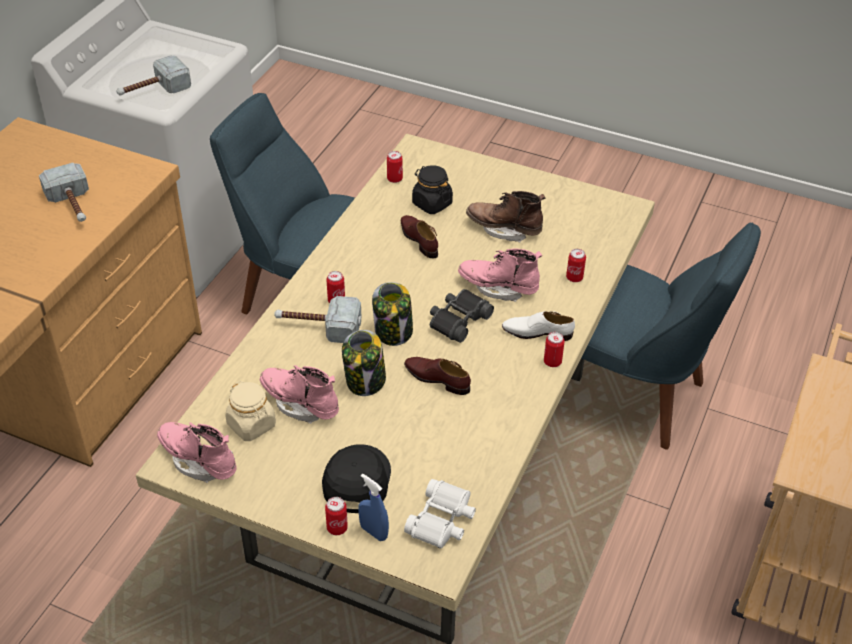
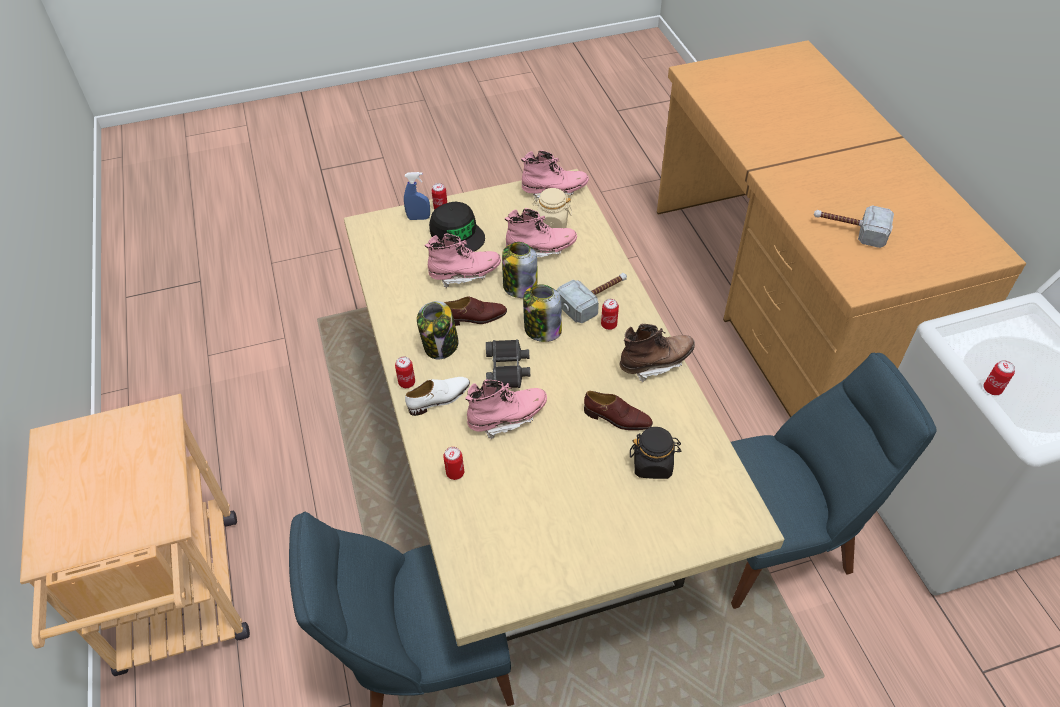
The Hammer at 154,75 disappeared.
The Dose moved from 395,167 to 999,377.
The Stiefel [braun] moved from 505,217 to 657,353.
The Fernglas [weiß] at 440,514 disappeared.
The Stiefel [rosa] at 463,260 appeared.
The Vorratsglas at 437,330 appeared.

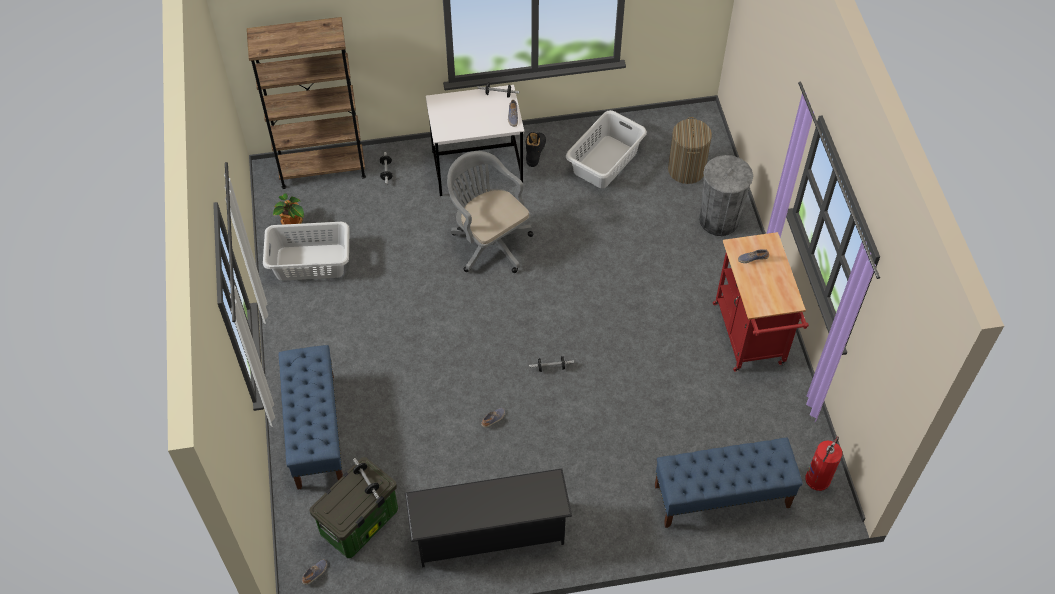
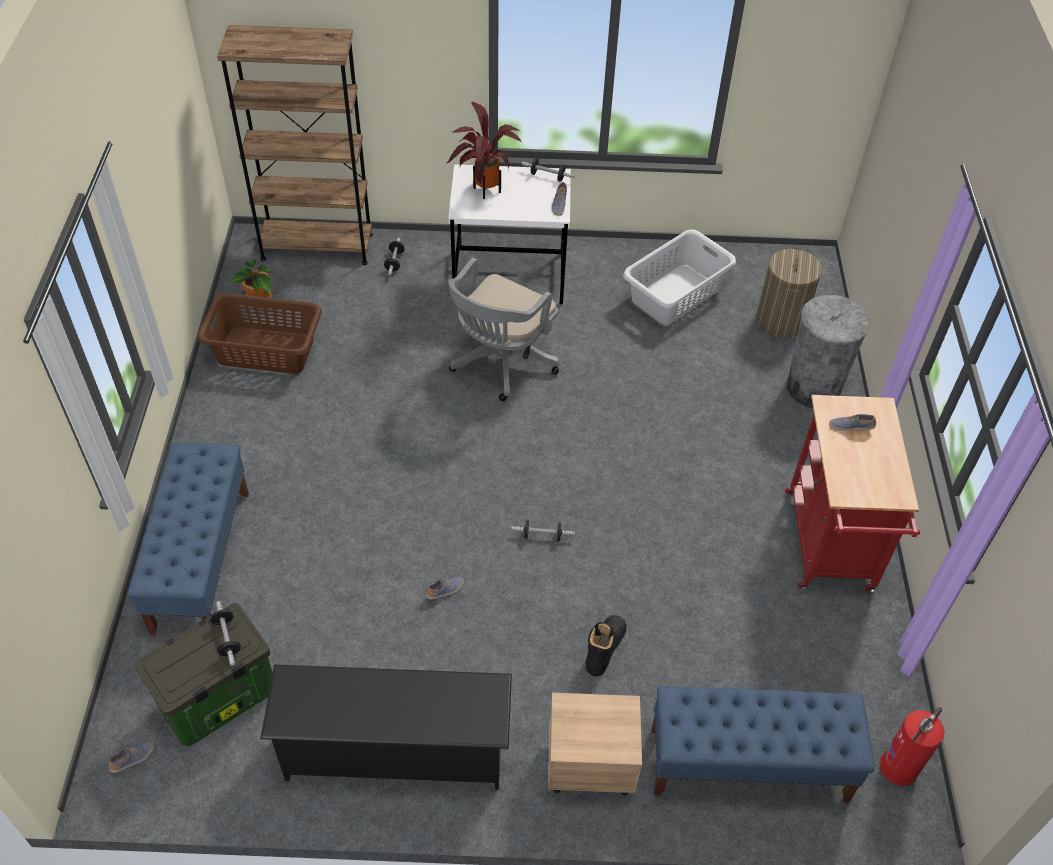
The Stiefel [schwarz] moved from 536,149 to 605,646.
The Bürostuhl [grau] at 490,212 turned 120 degrees counterclockwise.
The Wäschekorb [grau] at 306,251 became the Wäschekorb [braun] at 260,333.
The Topfpflanze at 484,150 appeared.
The Nachttisch [beige] at 595,744 appeared.

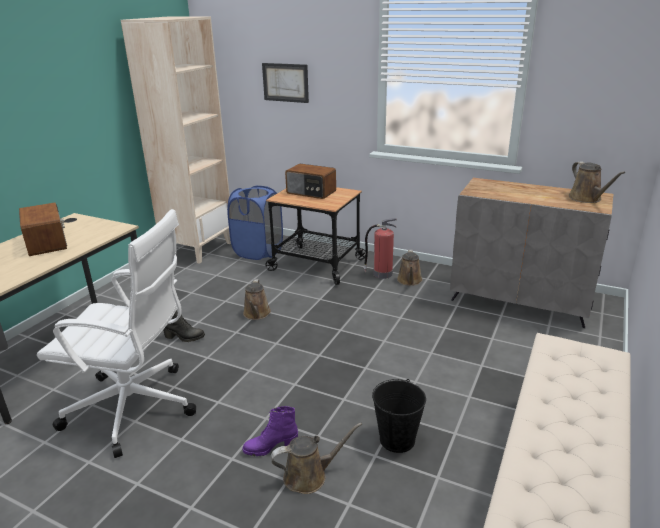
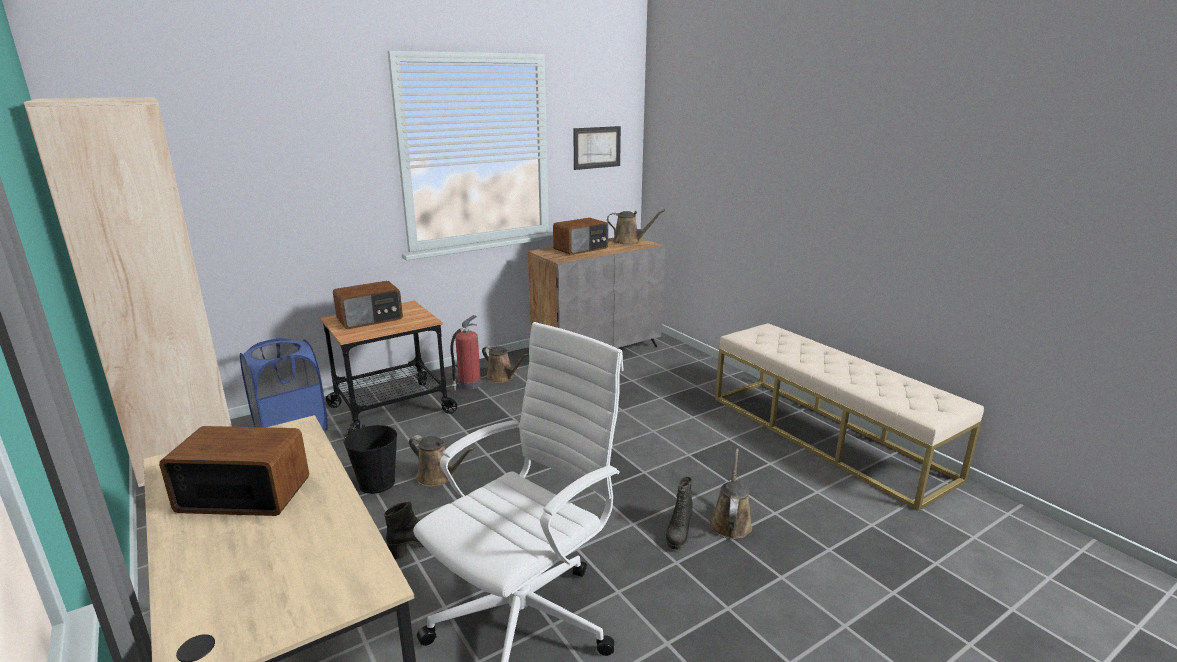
The Bild moved from 285,83 to 597,148.
The Eimer [schwarz] moved from 399,416 to 370,459.
The Stiefel [lila] at 270,431 became the Stiefel [schwarz] at 679,513.
The Radio at 580,236 appeared.

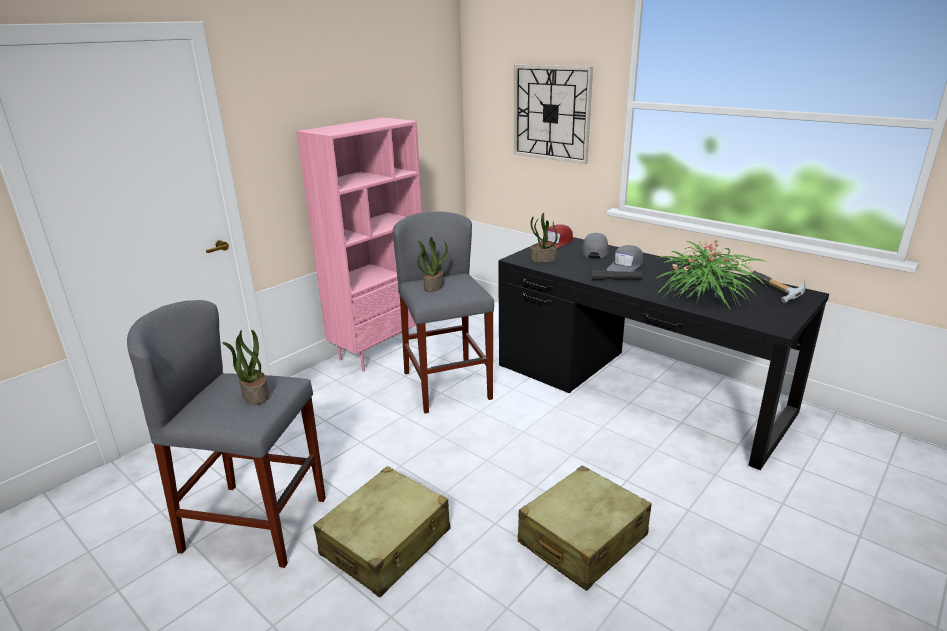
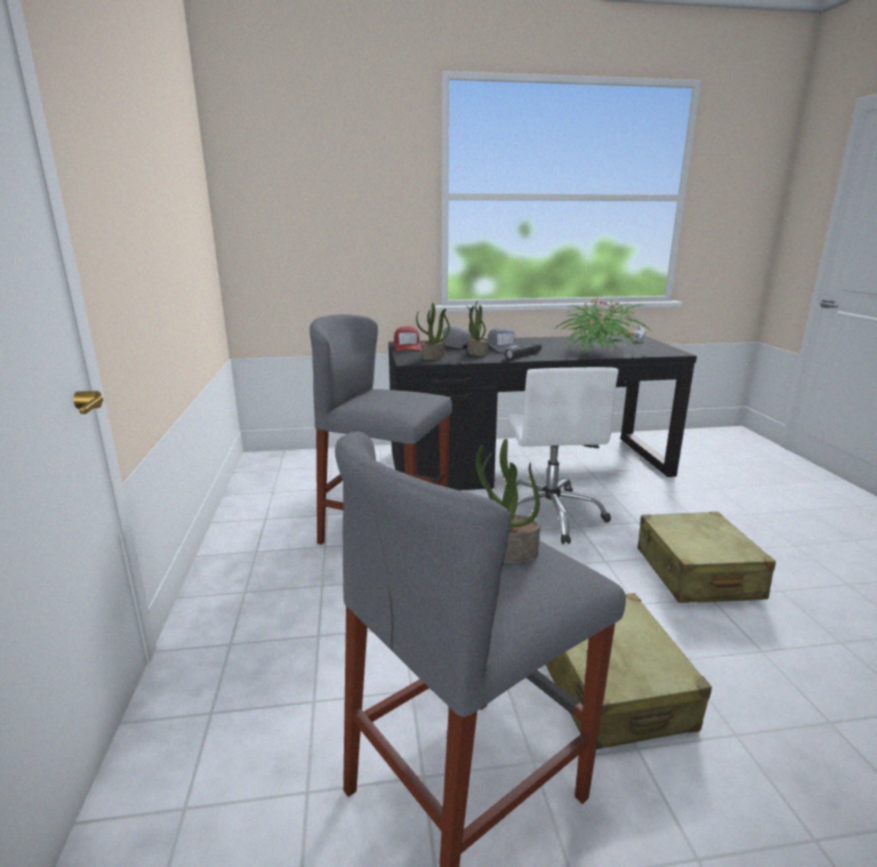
The Wanduhr at 553,114 disappeared.
The Bücherregal [rosa] at 359,244 disappeared.
The Topfpflanze moved from 432,264 to 478,328.
The Bürostuhl [weiß] at 563,455 appeared.

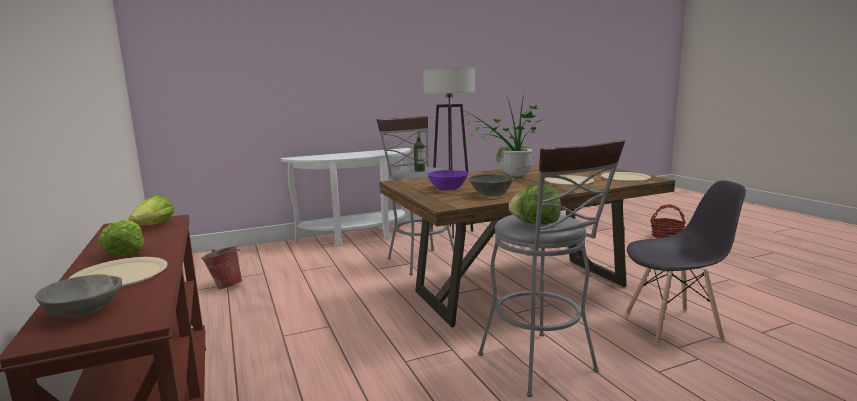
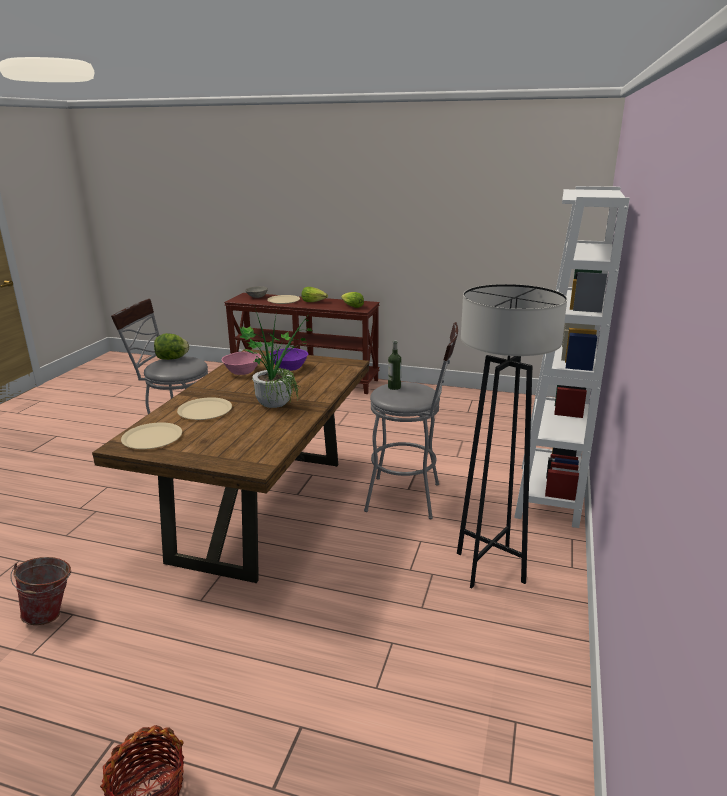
The Konsolentisch [weiß] at 346,197 was replaced by the Bücherregal [weiß] at 572,357.
The Schüssel [grau] at 491,185 became the Schüssel [rosa] at 241,363.
The Stuhl [grau] at 685,262 disappeared.
The Eimer moved from 222,267 to 40,591.

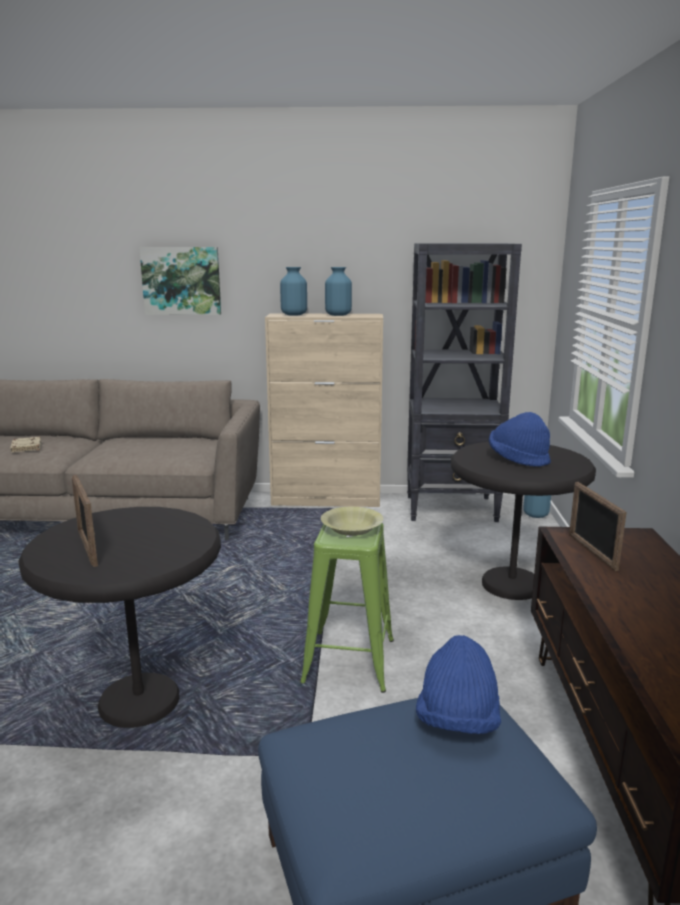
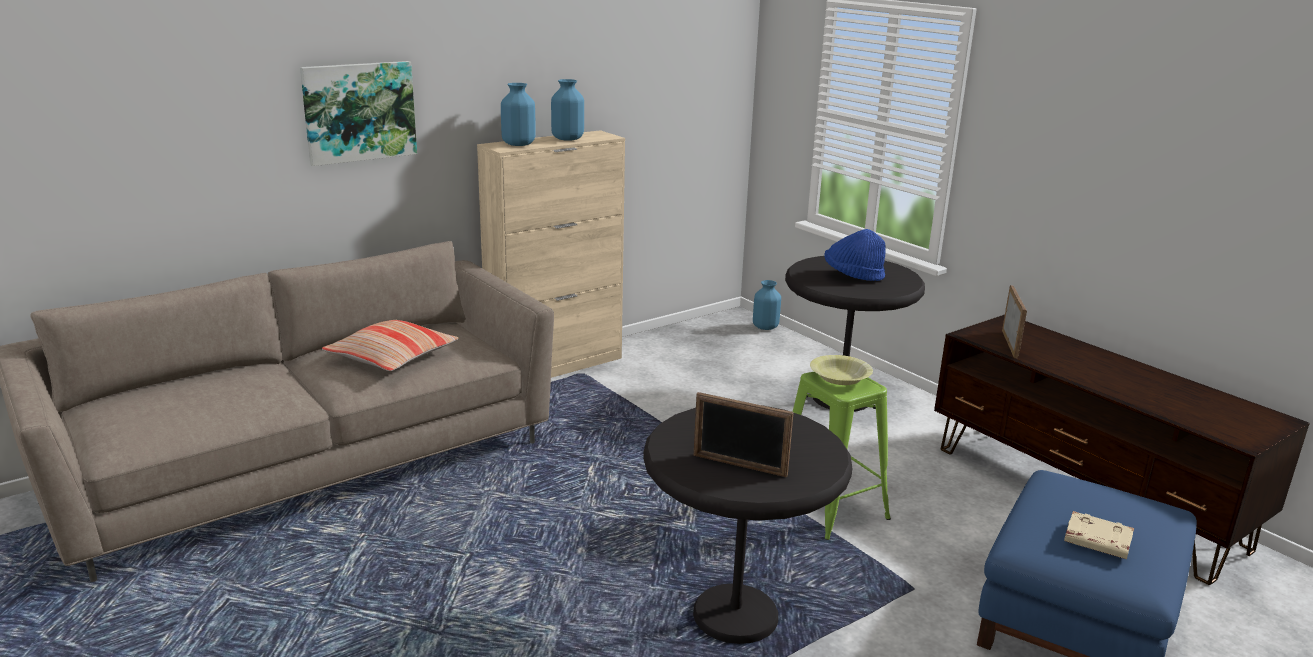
The Bücherregal [schwarz] at 464,382 disappeared.
The Buch [beige] moved from 25,445 to 1099,535.
The Bilderrahmen at 598,526 turned 120 degrees counterclockwise.
The Hut [blau] at 458,684 disappeared.
The Kissen at 390,345 appeared.

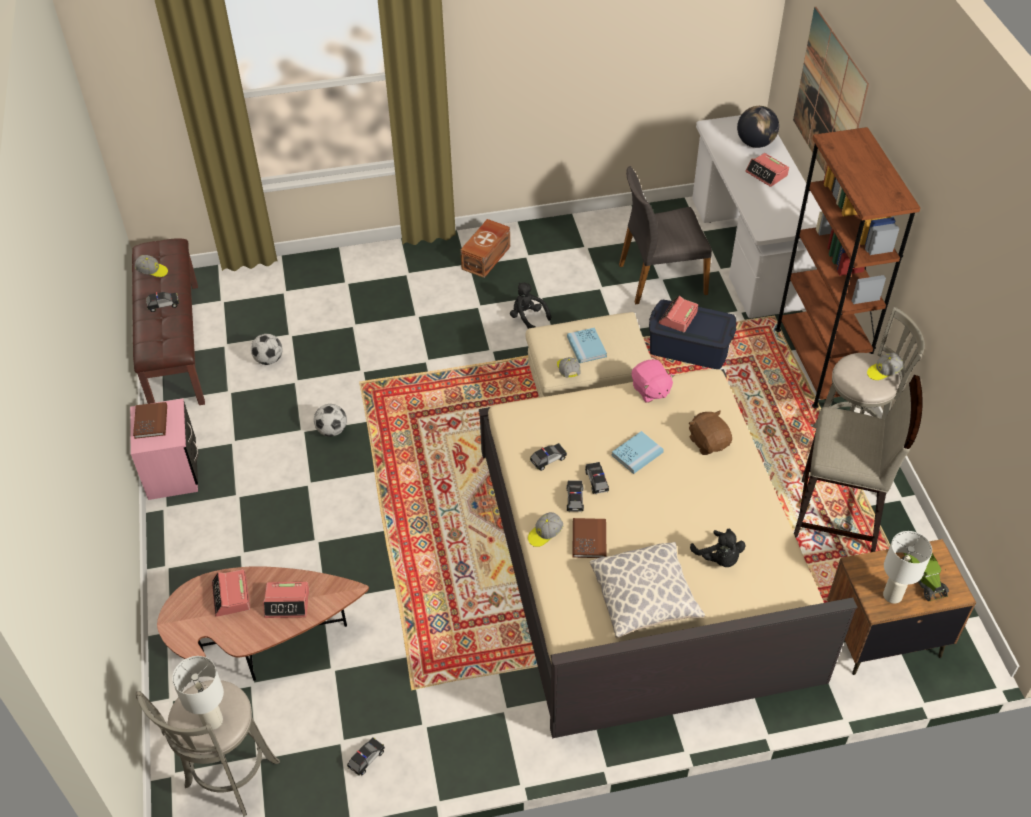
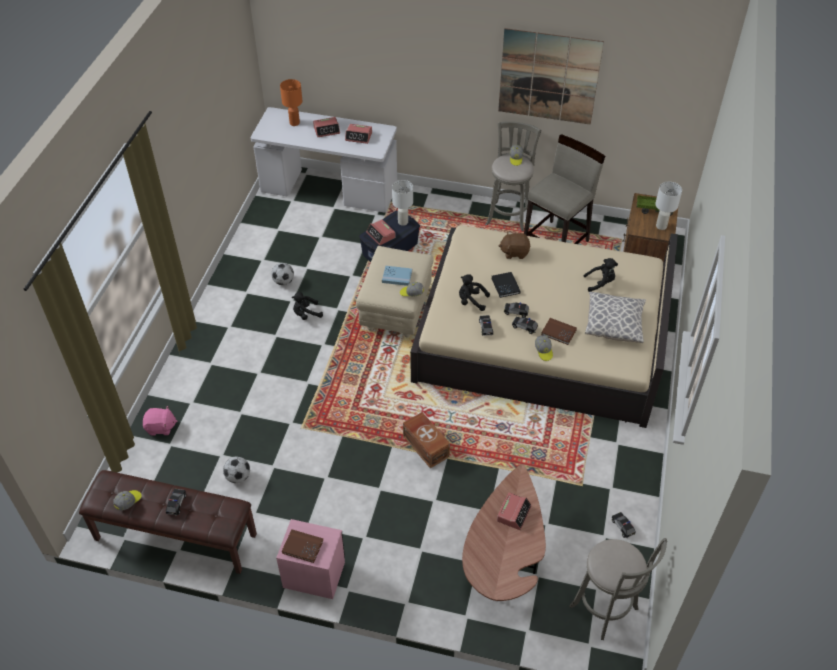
The Bild moved from 831,90 to 551,76.
The Globus at 758,127 was replaced by the Tischlampe [orange] at 291,102.
The Bücherregal [braun] at 847,267 disappeared.
The Stuhl [grau] at 665,235 disappeared.
The Aufbewahrungsbox [braun] moved from 485,248 to 426,440.
The Plüschtier [rosa] moved from 653,381 to 160,421.
The Fußball moved from 330,420 to 282,274.
The Buch [blau] at 638,452 became the Buch [schwarz] at 506,285.
The Wecker moved from 231,593 to 358,134.
The Tischlampe [weiß] moved from 198,693 to 402,203.
The Plüschtier [schwarz] at 474,292 appeared.

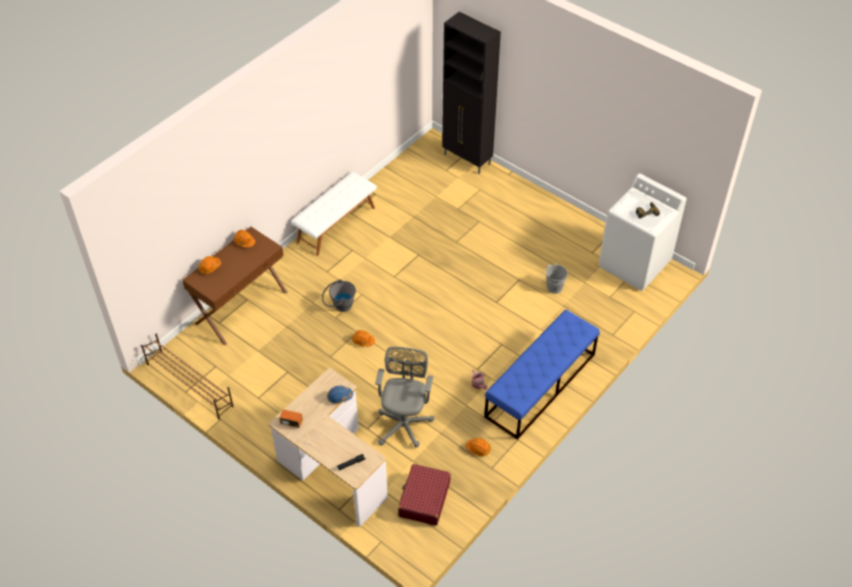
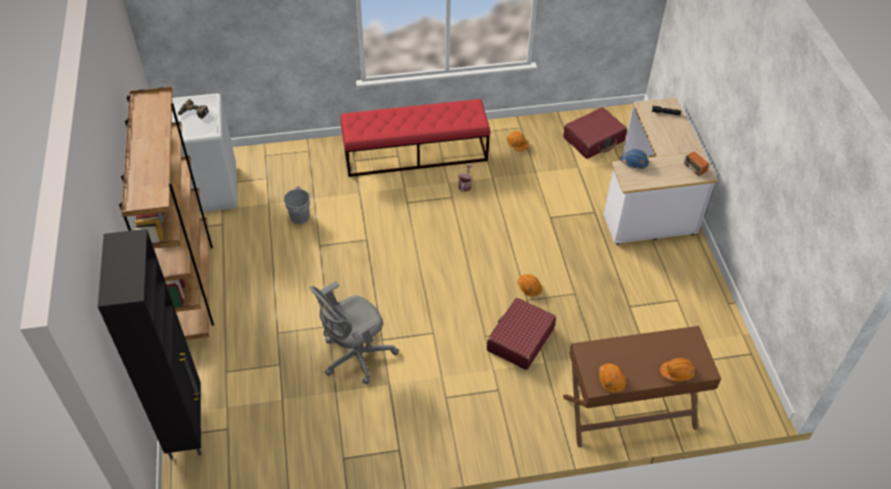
The Bank [weiß] at 334,214 disappeared.
The Eimer [grau] at 339,295 was replaced by the Koffer [rot] at 521,334.
The Bank [blau] at 542,375 became the Bank [rot] at 415,138.
The Schuhregal [braun] at 187,376 disappeared.
The Bürostuhl [grau] moved from 404,397 to 354,333.
The Bücherregal [braun] at 166,213 appeared.

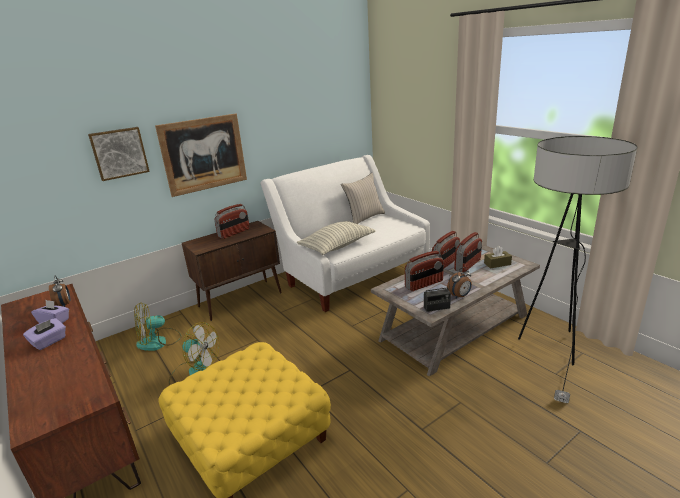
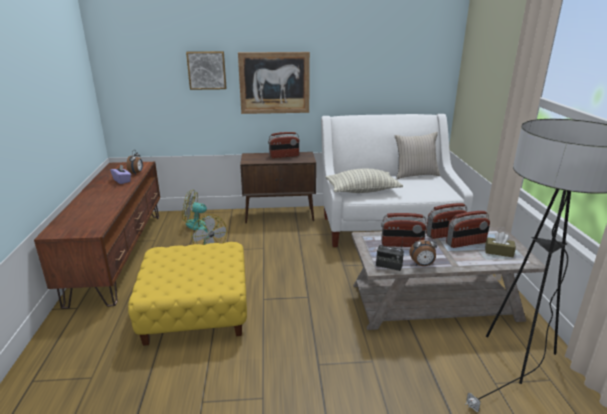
The Taschentuchbox [lila] at 44,334 disappeared.

